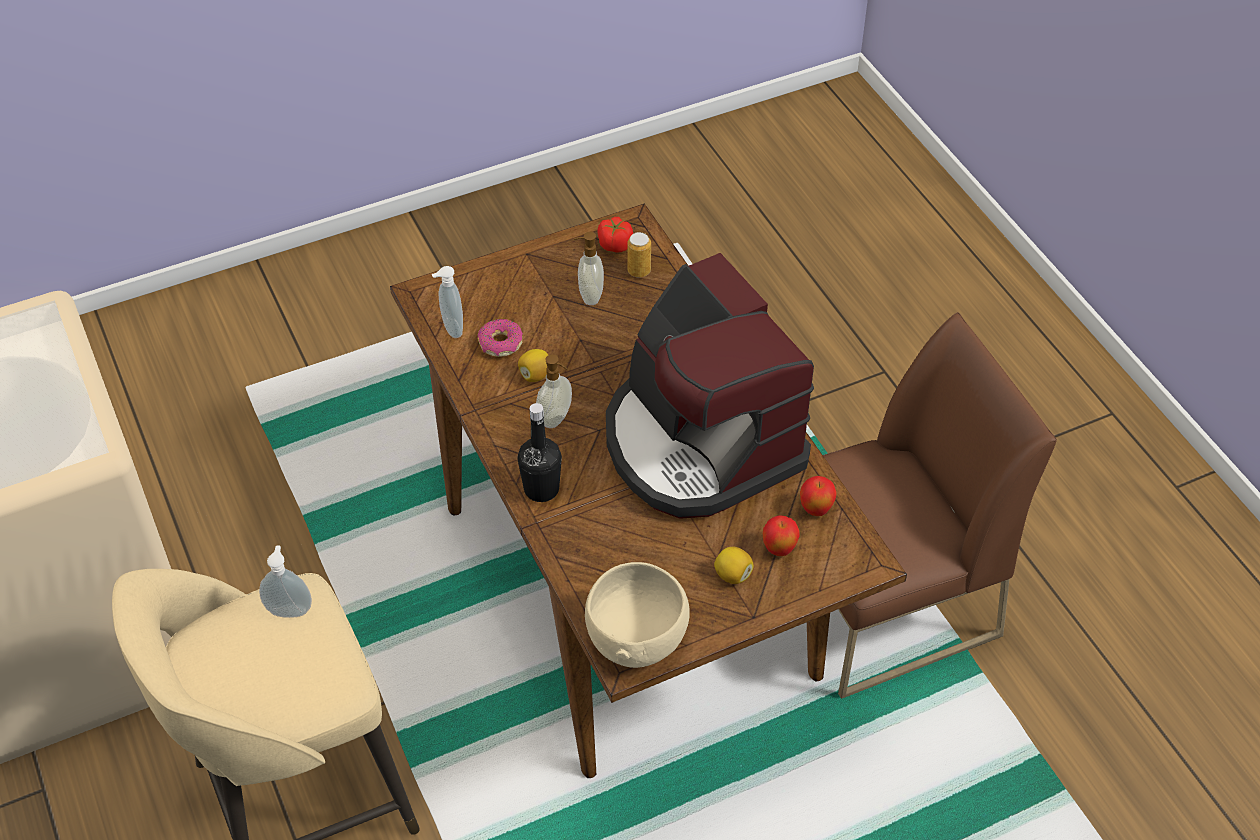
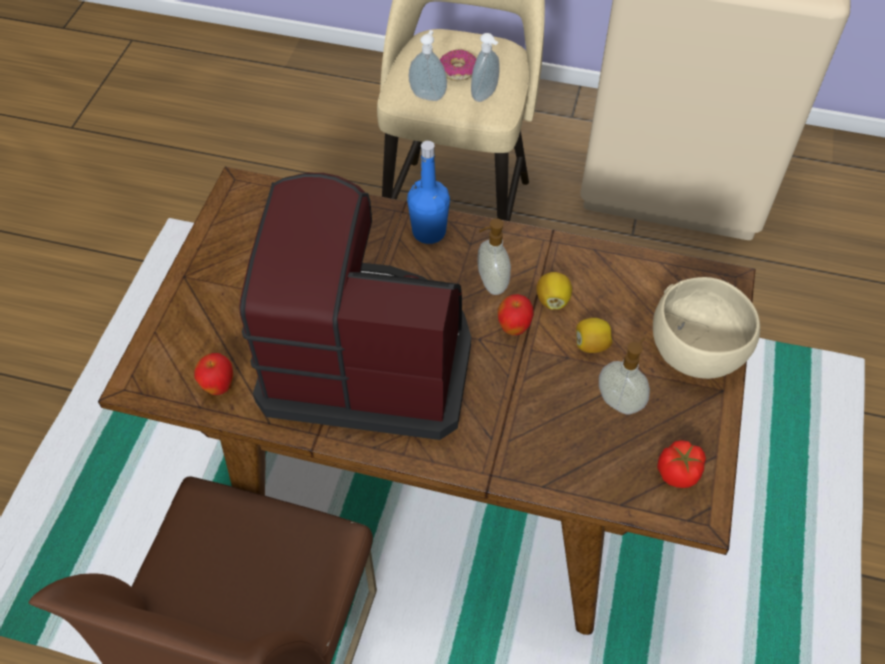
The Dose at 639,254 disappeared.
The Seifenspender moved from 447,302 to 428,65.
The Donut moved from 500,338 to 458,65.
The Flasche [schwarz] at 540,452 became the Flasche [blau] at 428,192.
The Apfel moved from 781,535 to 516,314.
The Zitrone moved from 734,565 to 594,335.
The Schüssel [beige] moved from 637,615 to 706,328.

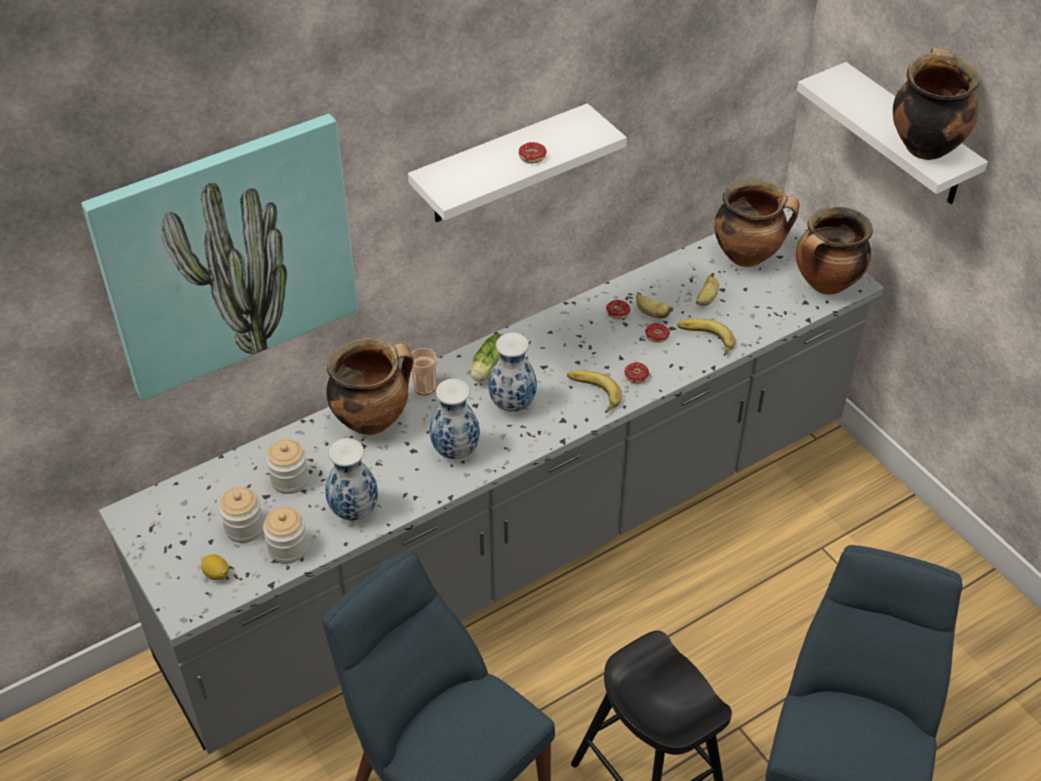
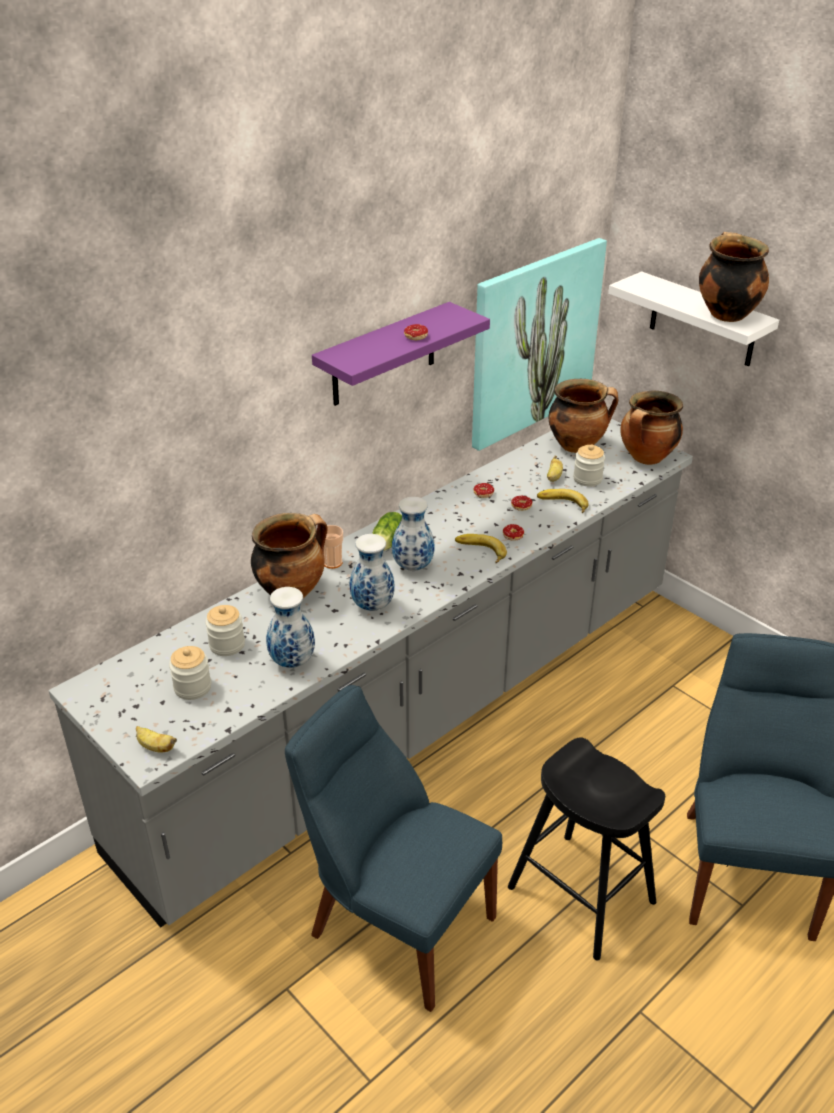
The Wandregal [weiß] at 517,162 became the Wandregal [lila] at 401,354.
The Bild moved from 219,257 to 539,344.
The Banane moved from 654,306 to 156,739.
The Vorratsglas moved from 285,535 to 589,465.
The Zitrone at 215,567 disappeared.

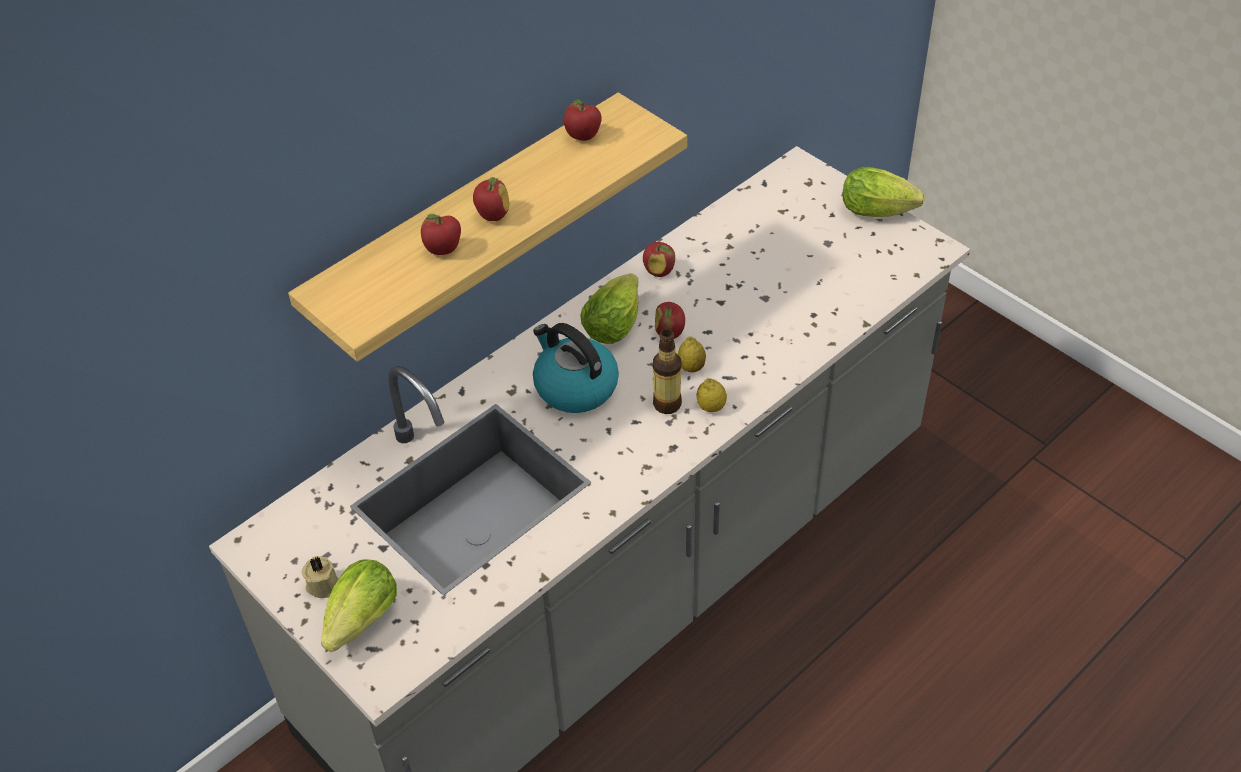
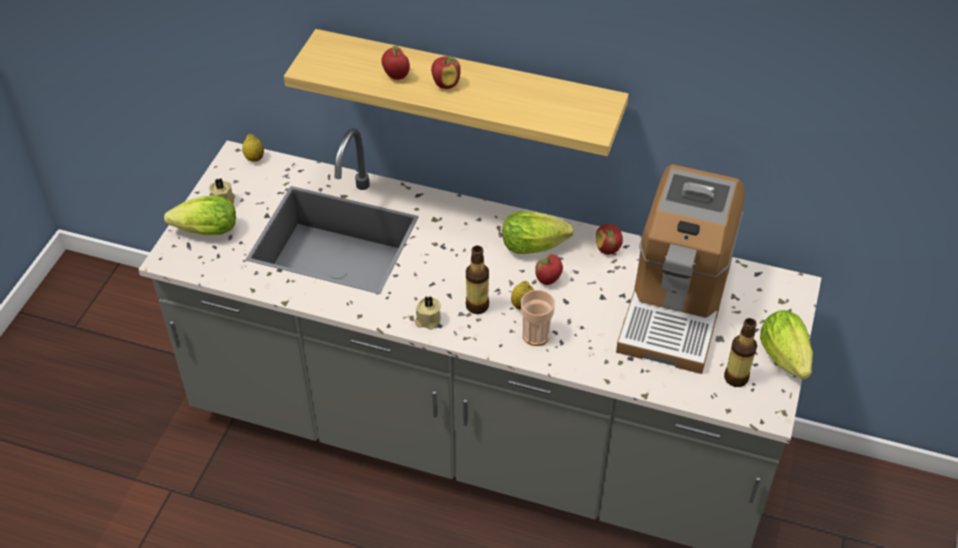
The Apfel at 583,120 disappeared.
The Wasserkessel at 576,368 disappeared.
The Zitrone moved from 711,395 to 253,148.
The Kaffeemaschine at 680,269 appeared.
The Tasse at 538,318 appeared.
The Kerze [beige] at 428,313 appeared.
The Flasche at 740,352 appeared.

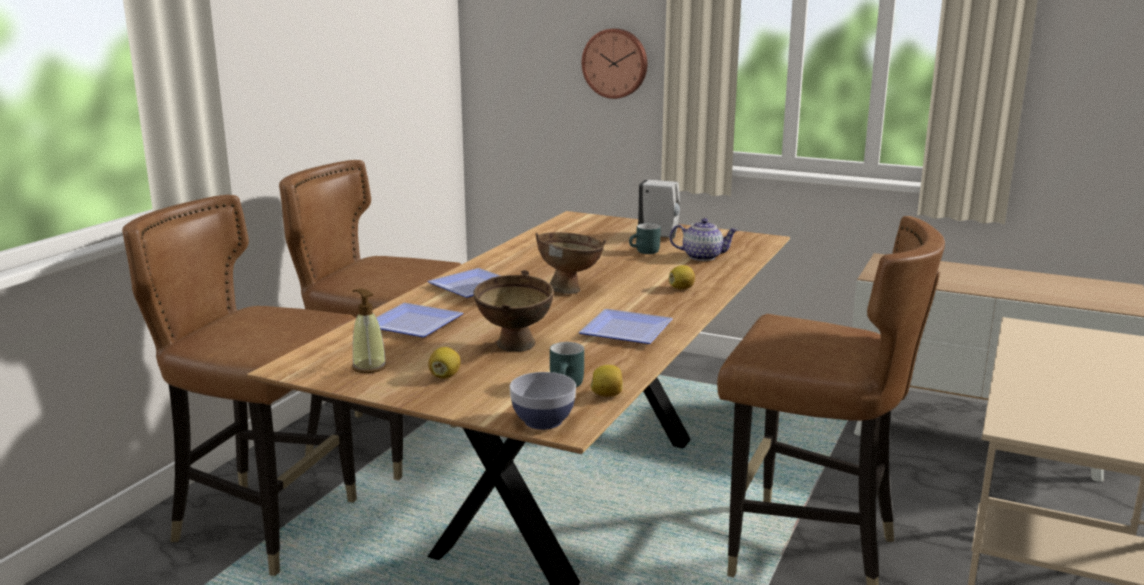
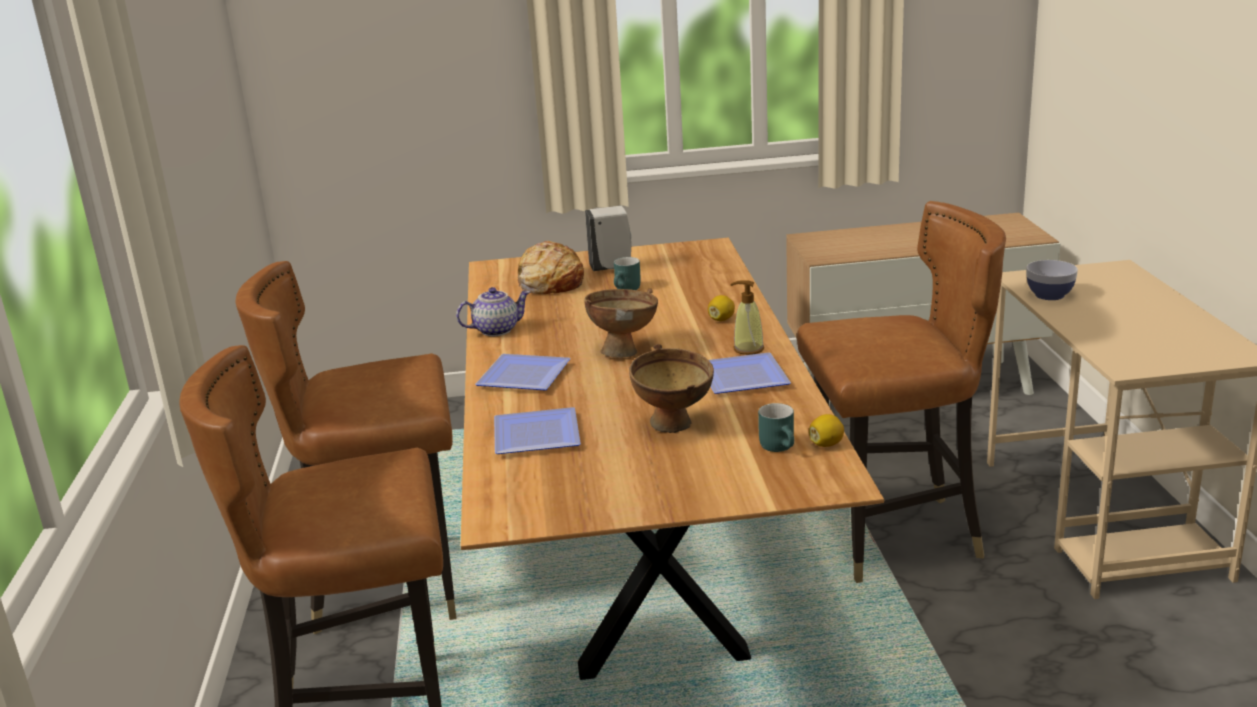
The Wanduhr at 614,63 disappeared.
The Teekanne moved from 704,239 to 493,311.
The Seifenspender moved from 369,330 to 747,317.
The Zitrone at 444,363 disappeared.
The Schüssel moved from 543,401 to 1052,280.
The Brot at 551,267 appeared.

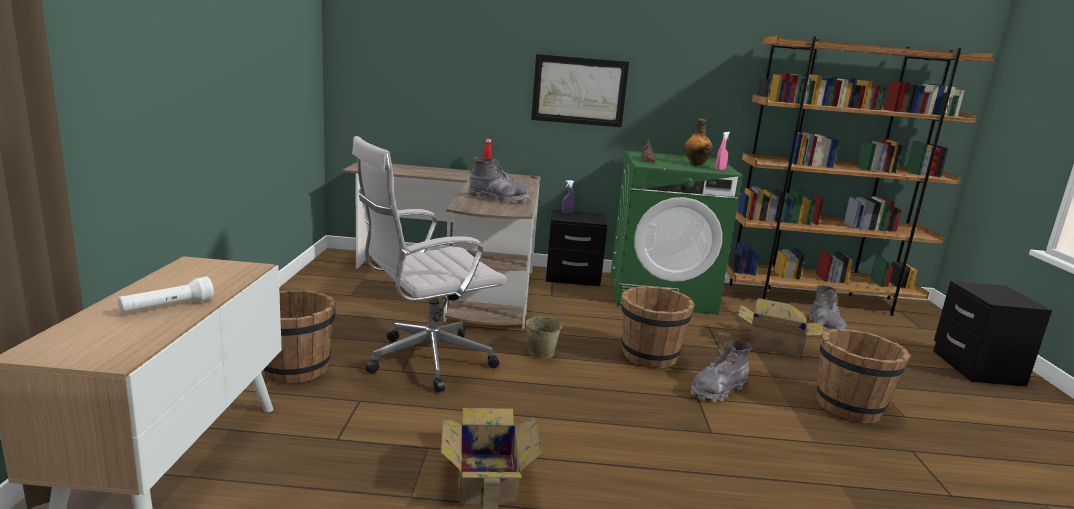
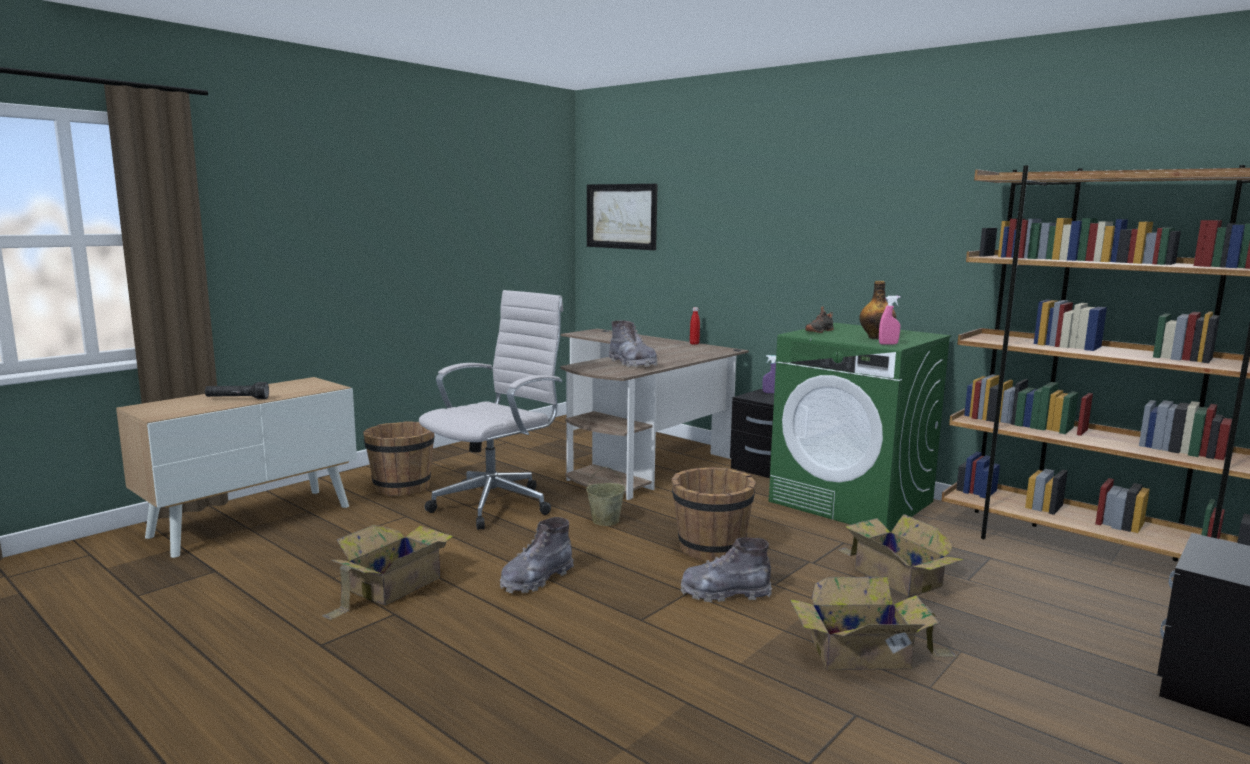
The Bild moved from 580,90 to 622,217.
The Bürostuhl [weiß] at 429,264 turned 120 degrees clockwise.
The Taschenlampe [weiß] at 166,294 became the Taschenlampe [schwarz] at 237,390.
The Stiefel [grau] moved from 828,308 to 537,555.
The Eimer [braun] at 863,376 was replaced by the Karton at 873,623.

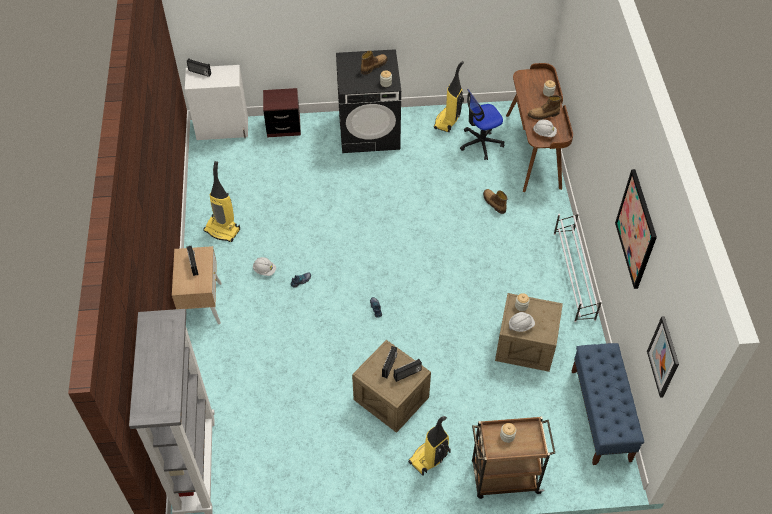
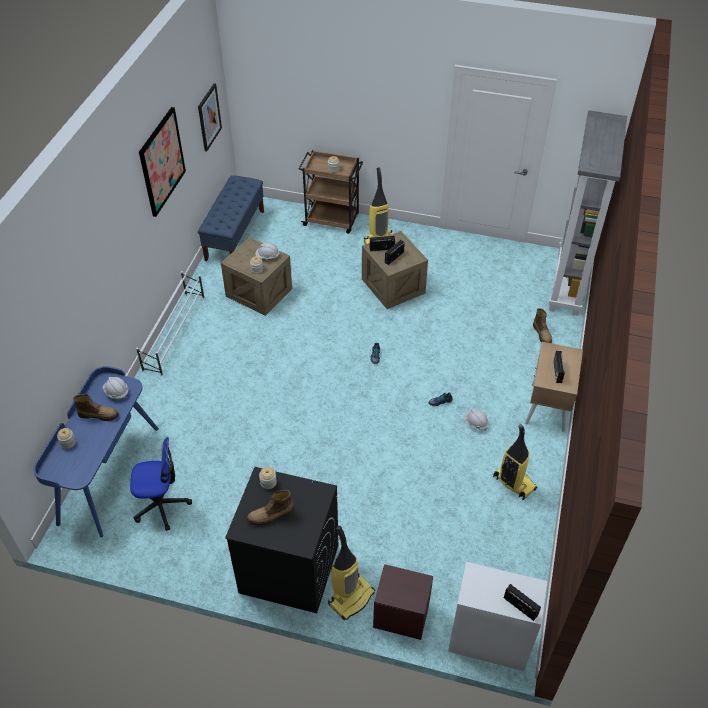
The Staubsauger moved from 449,96 to 351,573.
The Schreibtisch [braun] at 539,127 became the Schreibtisch [blau] at 96,451.
The Stiefel moved from 495,201 to 542,325.

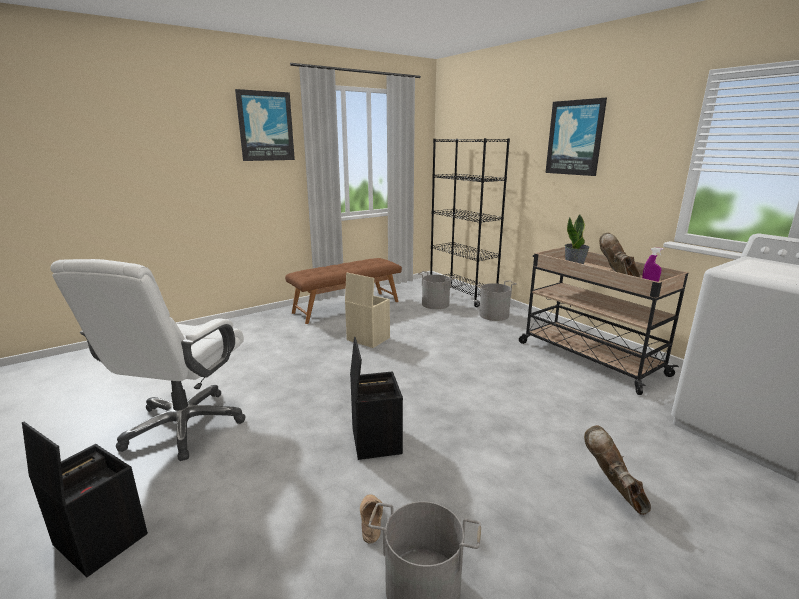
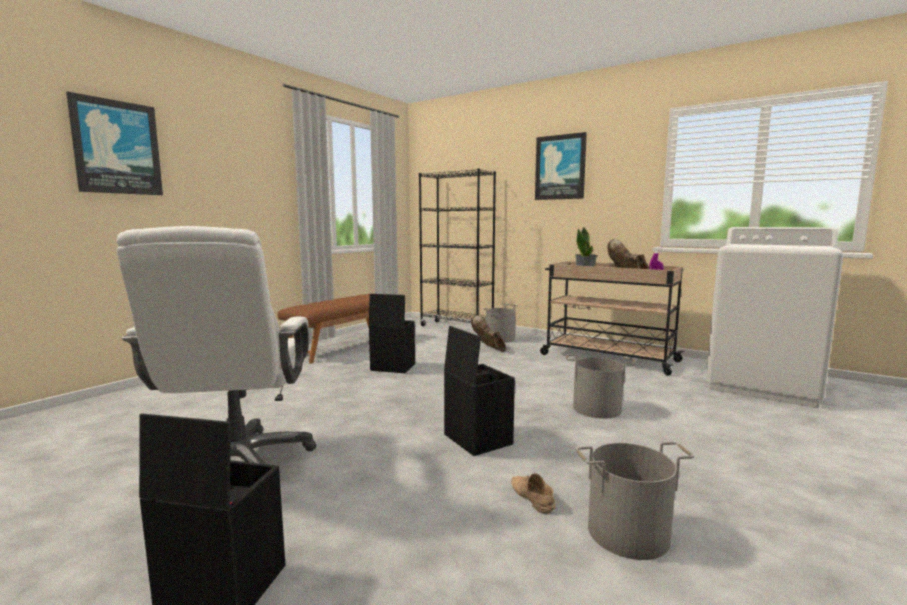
The Bild moved from 265,125 to 114,143.
The Eimer [grau] moved from 437,290 to 601,386.
The Aufbewahrungsbox [beige] at 367,310 became the Aufbewahrungsbox [schwarz] at 392,333.
The Stiefel [braun] moved from 617,470 to 488,333.

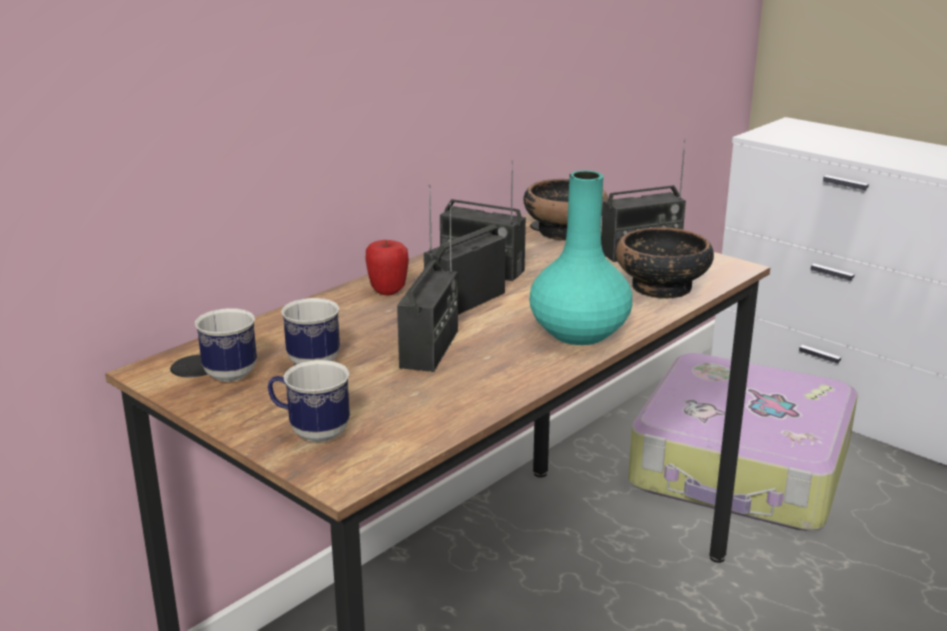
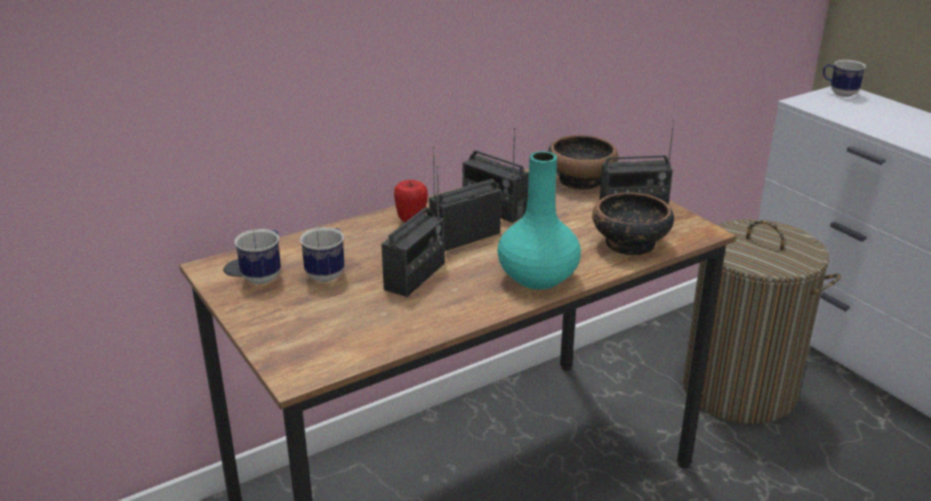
The Koffer at 743,442 was replaced by the Wäschekorb at 762,321.
The Henkelbecher moved from 309,401 to 844,78.

